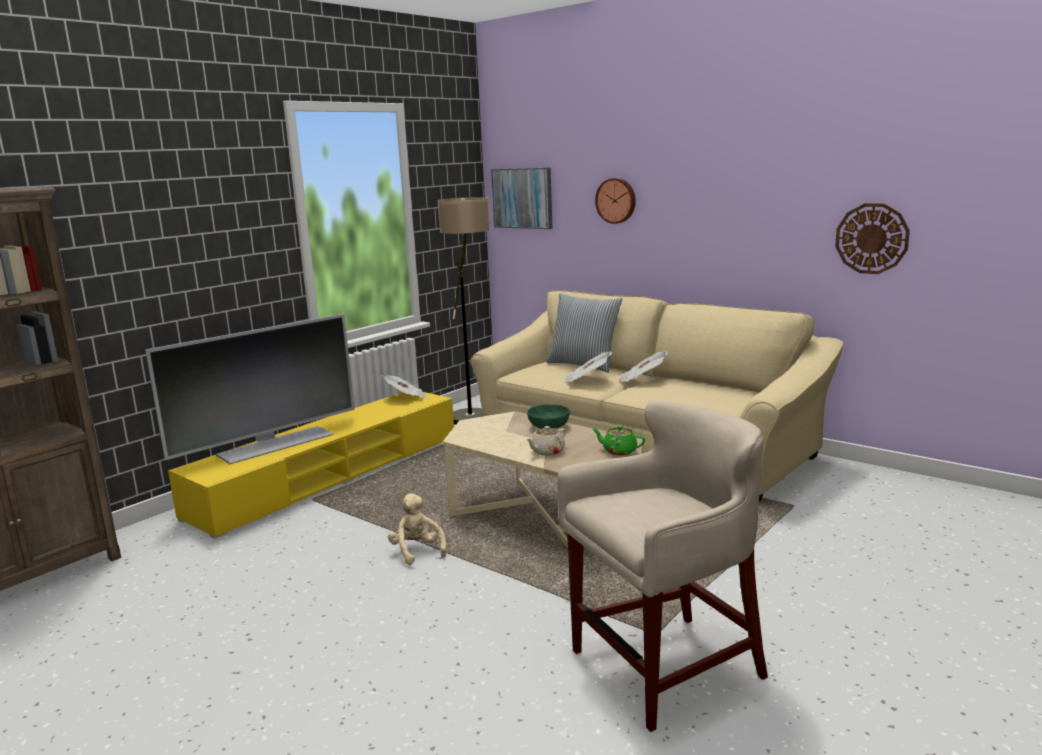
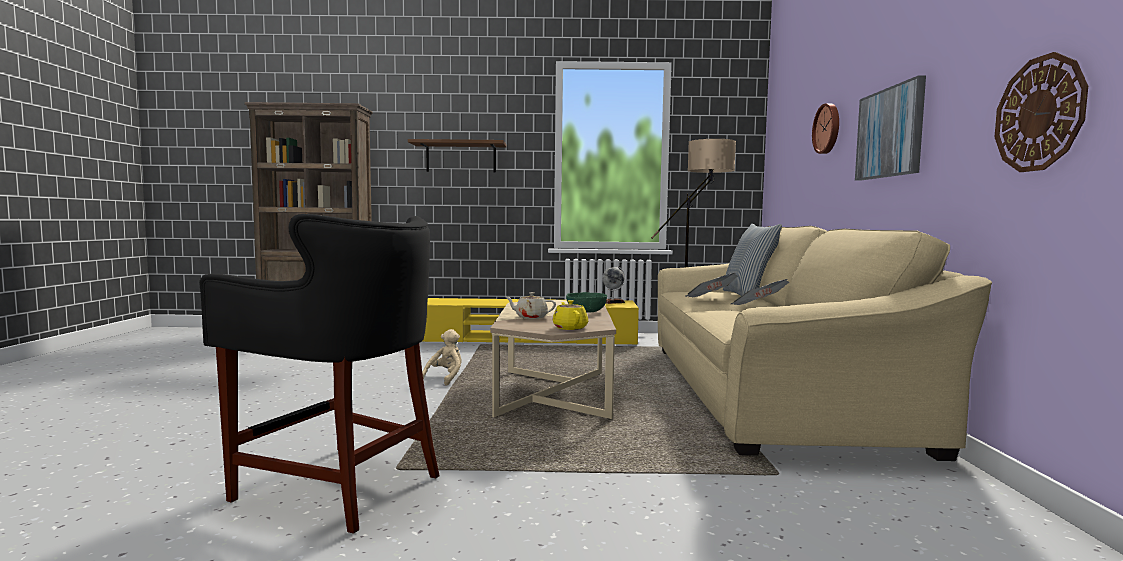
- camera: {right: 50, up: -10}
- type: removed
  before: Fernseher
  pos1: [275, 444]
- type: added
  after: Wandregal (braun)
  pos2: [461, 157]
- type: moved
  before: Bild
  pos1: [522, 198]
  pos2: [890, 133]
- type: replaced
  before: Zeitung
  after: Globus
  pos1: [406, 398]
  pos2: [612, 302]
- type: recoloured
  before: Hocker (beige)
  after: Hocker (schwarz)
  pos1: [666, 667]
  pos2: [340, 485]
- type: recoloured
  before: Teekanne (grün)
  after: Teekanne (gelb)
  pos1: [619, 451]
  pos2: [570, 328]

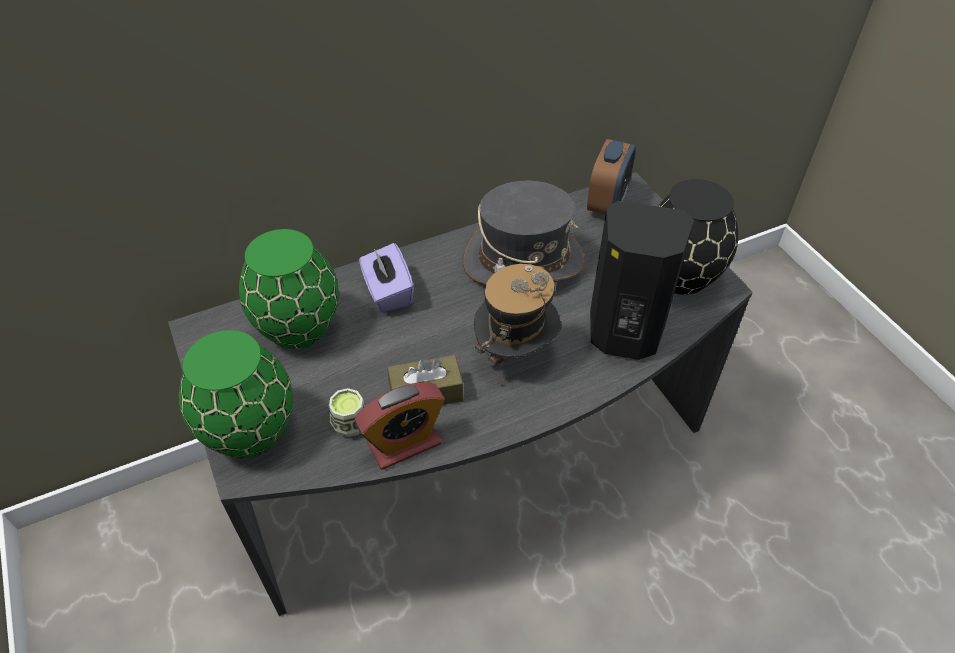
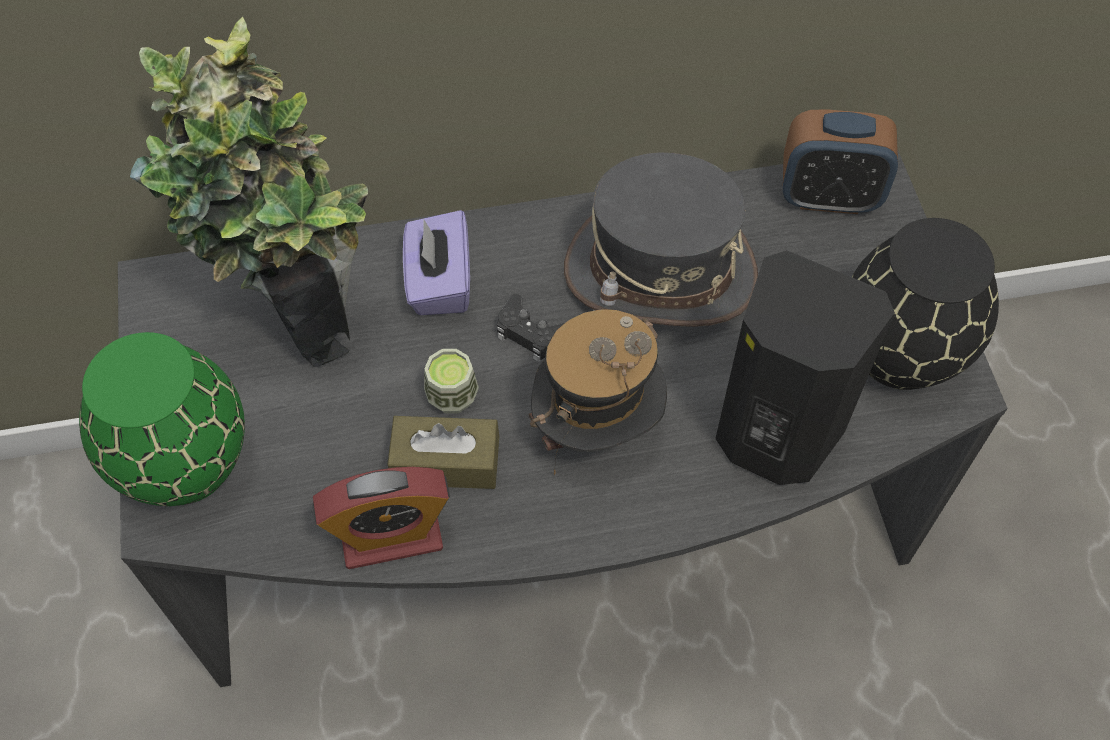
- camera: {right: 15, up: 10}
- type: added
  after: Gamepad (schwarz)
  pos2: [531, 333]
- type: moved
  before: Tasse
  pos1: [350, 424]
  pos2: [452, 396]
- type: replaced
  before: Vase (grün)
  after: Topfpflanze
  pos1: [299, 326]
  pos2: [297, 311]
- type: turned
  before: Wecker
  pos1: [607, 203]
  pos2: [828, 197]
  turn: 60

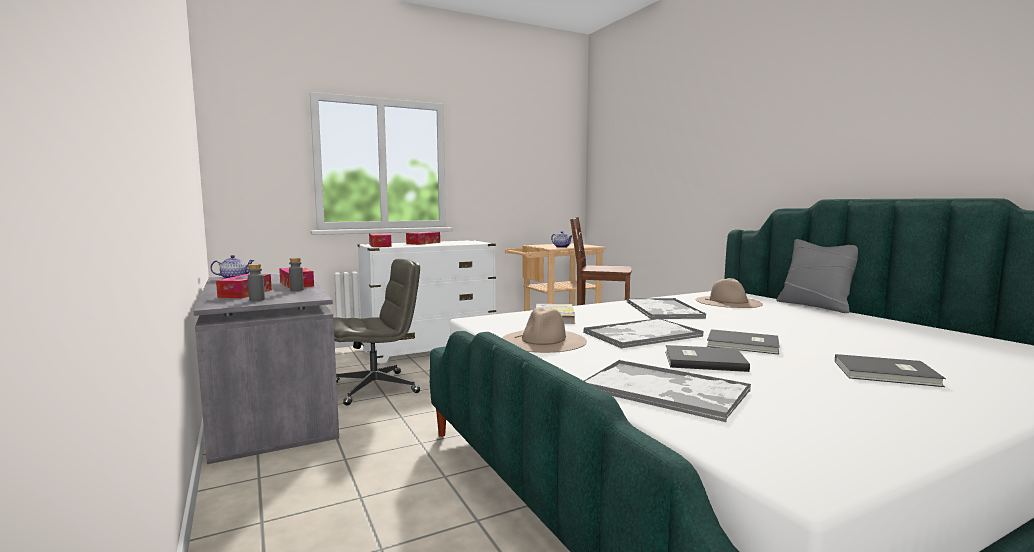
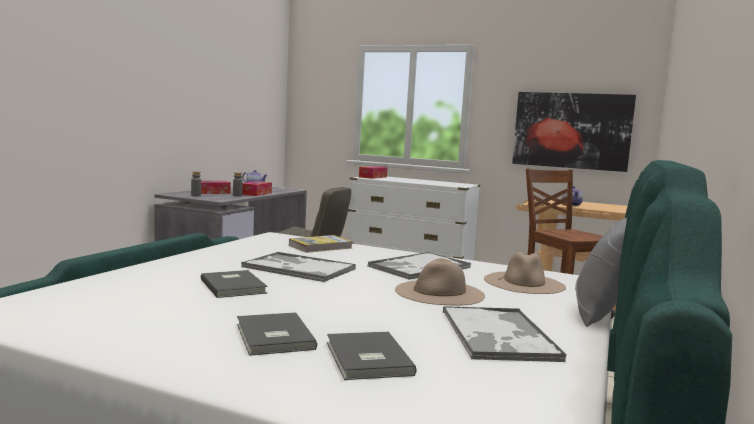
- camera: {right: 50, up: 0}
- type: removed
  before: Taschentuchbox
  pos1: [423, 243]
- type: added
  after: Bild
  pos2: [571, 130]
- type: moved
  before: Hut (beige)
  pos1: [544, 340]
  pos2: [439, 292]
- type: moved
  before: Tablett
  pos1: [666, 390]
  pos2: [498, 335]
- type: moved
  before: Buch (grau)
  pos1: [743, 345]
  pos2: [366, 359]

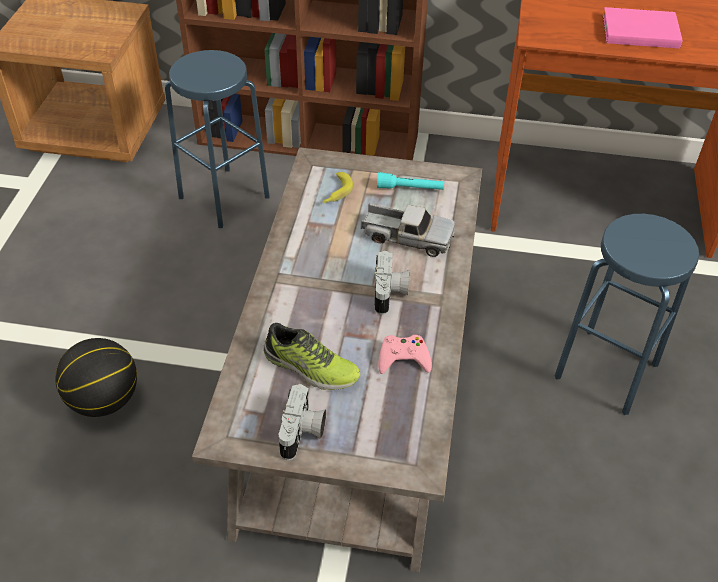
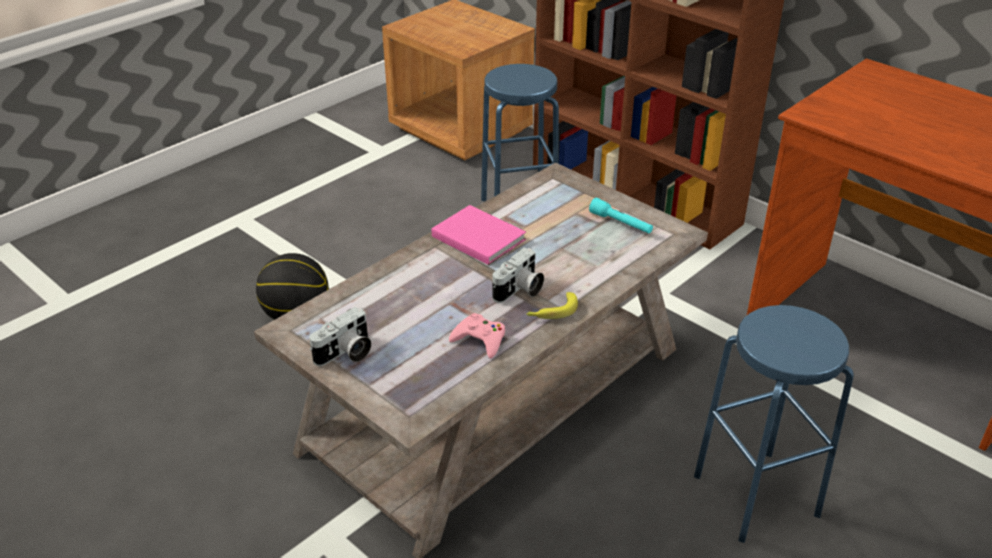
- camera: {right: 35, up: -10}
- type: removed
  before: Schuh
  pos1: [310, 367]
- type: removed
  before: Spielzeuglaster
  pos1: [407, 237]
- type: moved
  before: Banane
  pos1: [335, 193]
  pos2: [552, 312]
- type: moved
  before: Buch (rosa)
  pos1: [638, 30]
  pos2: [478, 236]

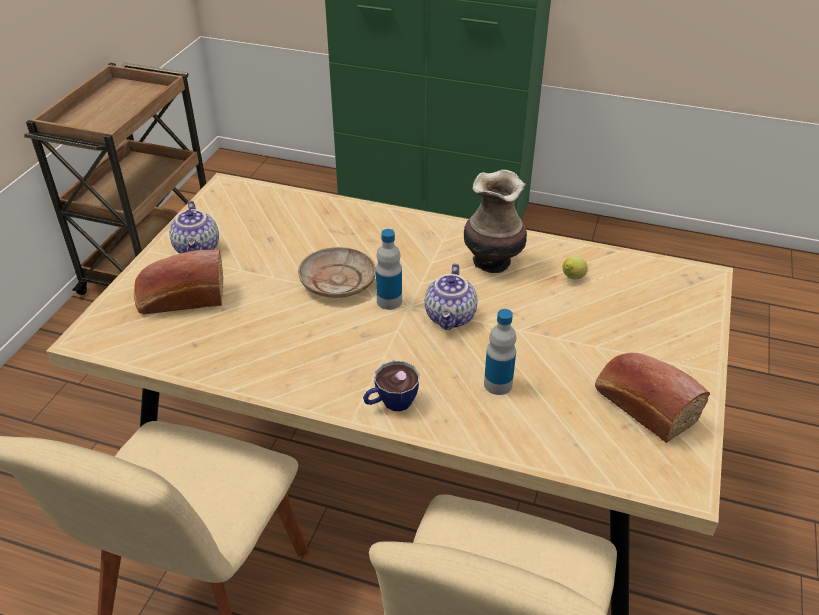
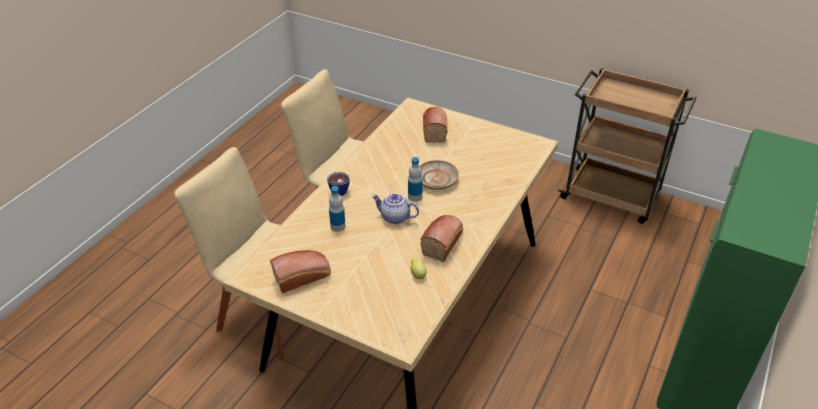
- camera: {right: 100, up: 0}
- type: removed
  before: Teekanne
  pos1: [198, 249]
- type: replaced
  before: Vase
  after: Brot
  pos1: [491, 261]
  pos2: [443, 242]

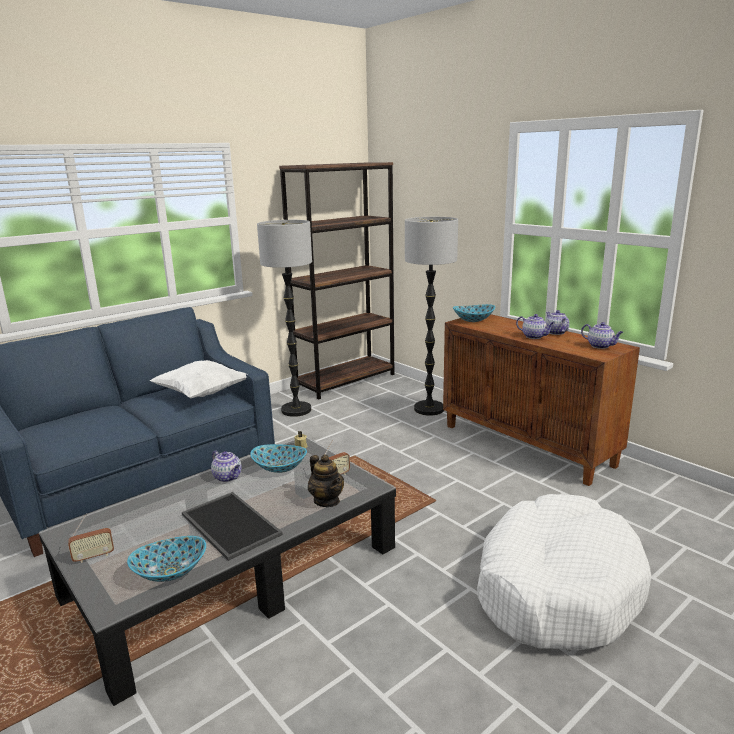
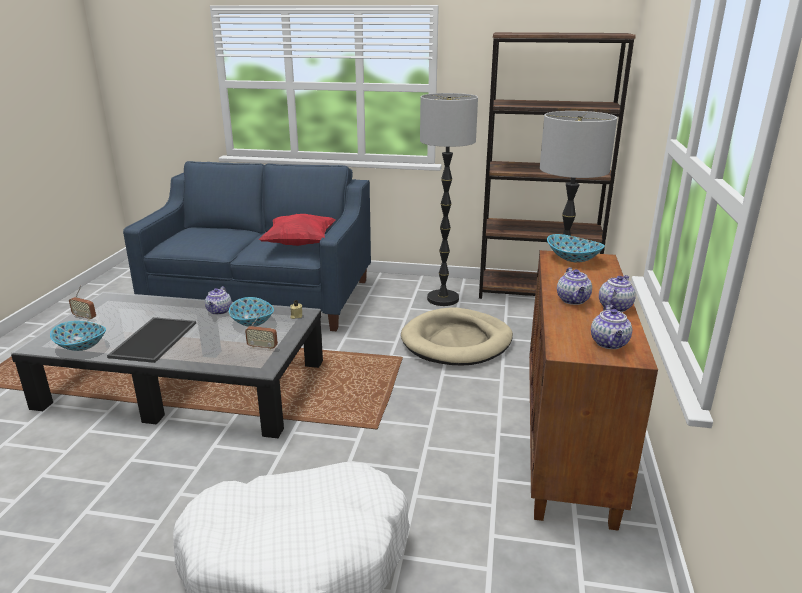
- camera: {right: 50, up: 5}
- type: removed
  before: Teekanne
  pos1: [327, 501]
- type: added
  after: Hundebett (beige)
  pos2: [457, 341]
- type: recoloured
  before: Kissen (weiß)
  after: Kissen (rot)
  pos1: [202, 394]
  pos2: [299, 244]

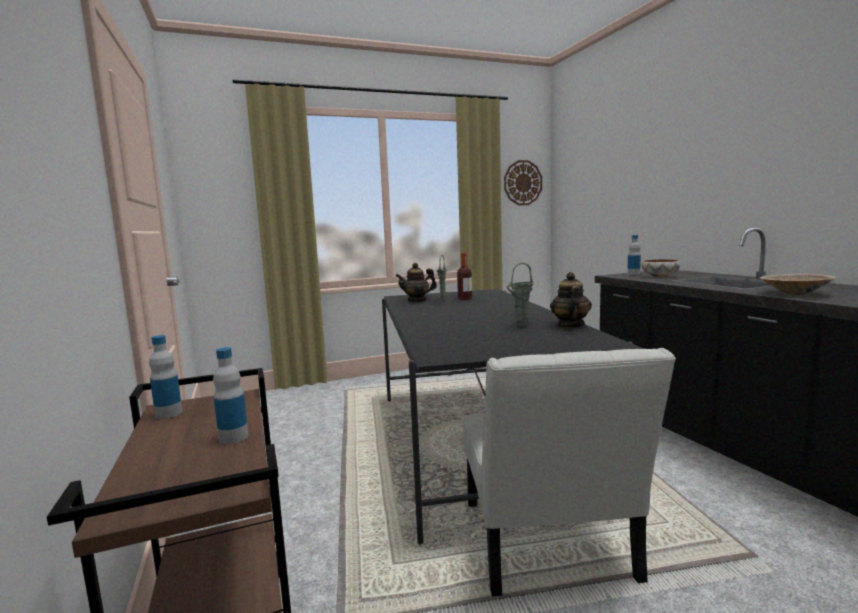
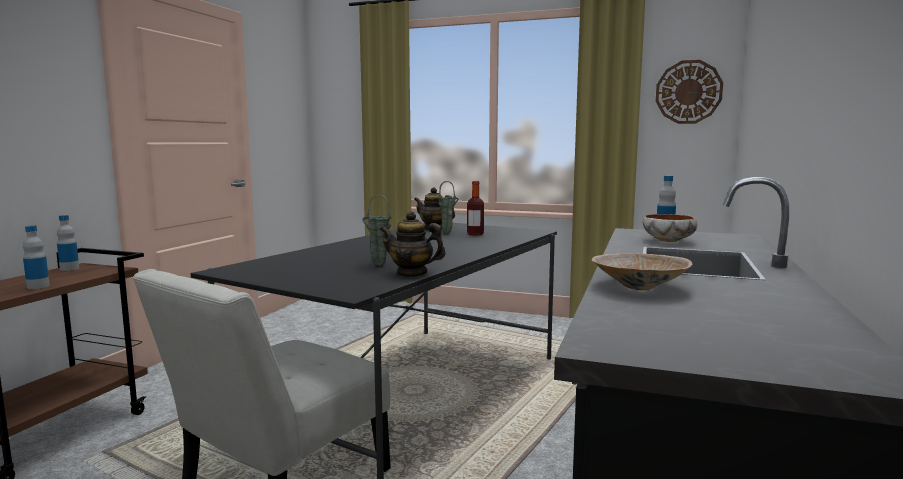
- camera: {right: 40, up: 0}
- type: turned
  before: Teekanne
  pos1: [570, 325]
  pos2: [412, 274]
  turn: -120

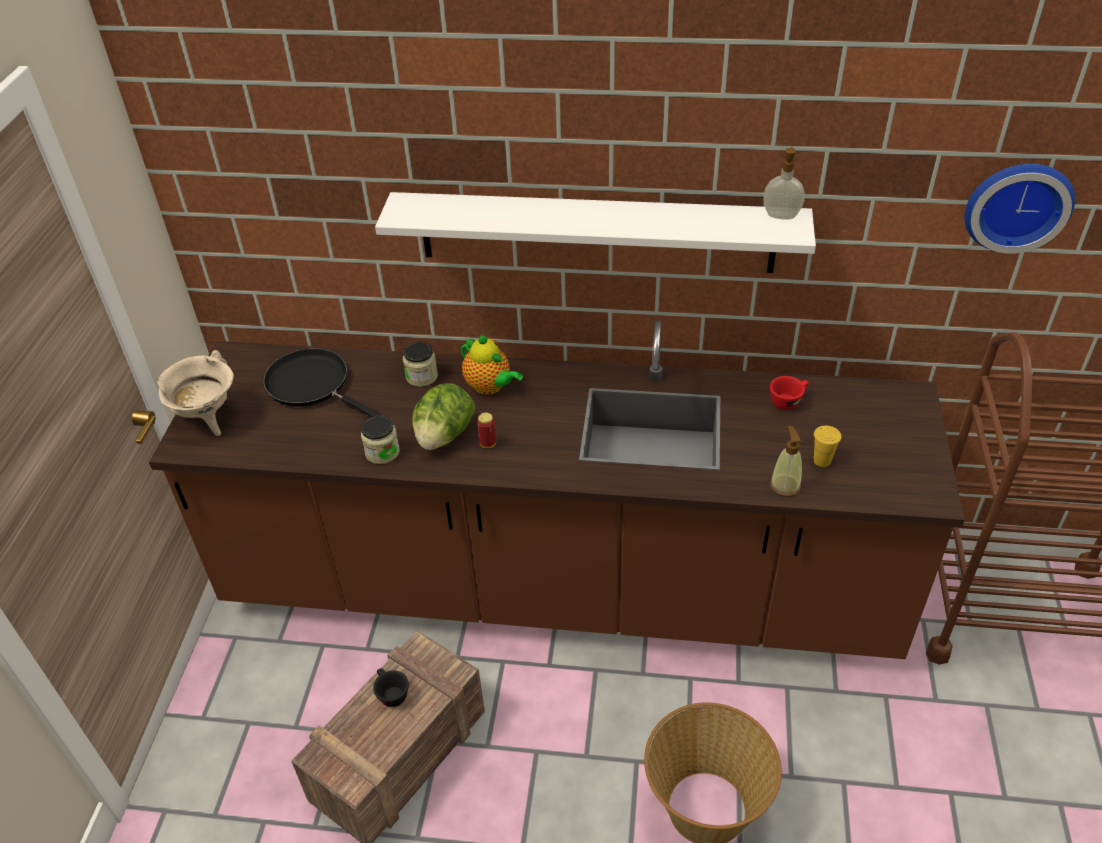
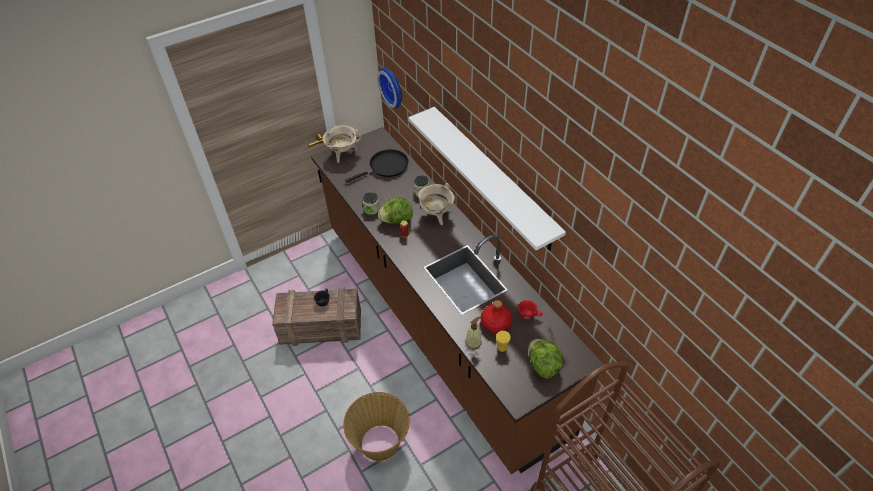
- camera: {right: 50, up: 5}
- type: removed
  before: Seifenspender
  pos1: [781, 215]
- type: added
  after: Flasche (rot)
  pos2: [496, 323]
- type: added
  after: Salatkopf
  pos2: [543, 365]
- type: moved
  before: Wanduhr
  pos1: [1017, 204]
  pos2: [393, 87]
- type: replaced
  before: Teekanne
  after: Kochtopf (beige)
  pos1: [490, 387]
  pos2: [436, 215]
- type: turned
  before: Pfanne (schwarz)
  pos1: [312, 385]
  pos2: [386, 167]
  turn: 60

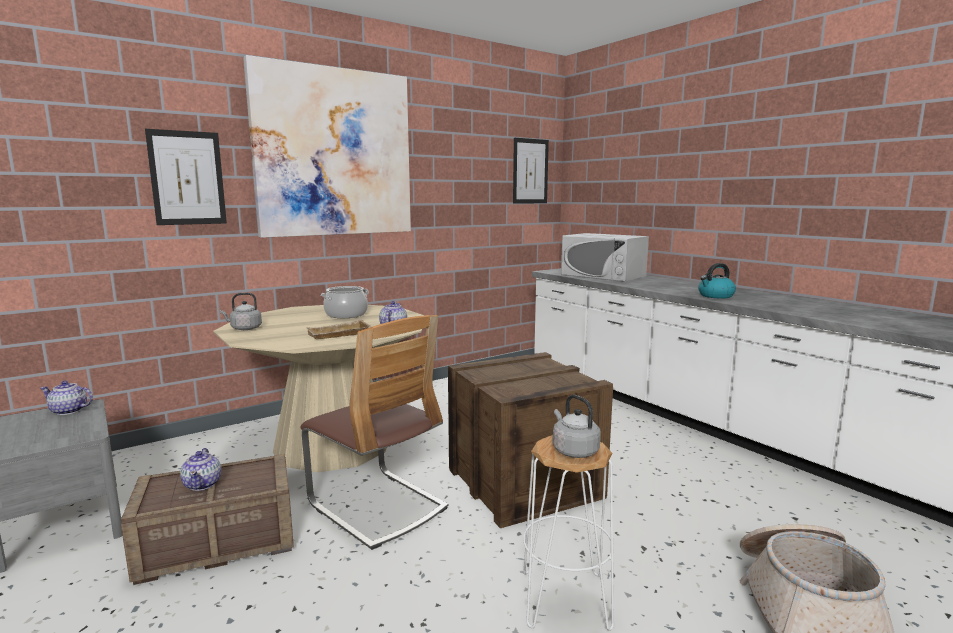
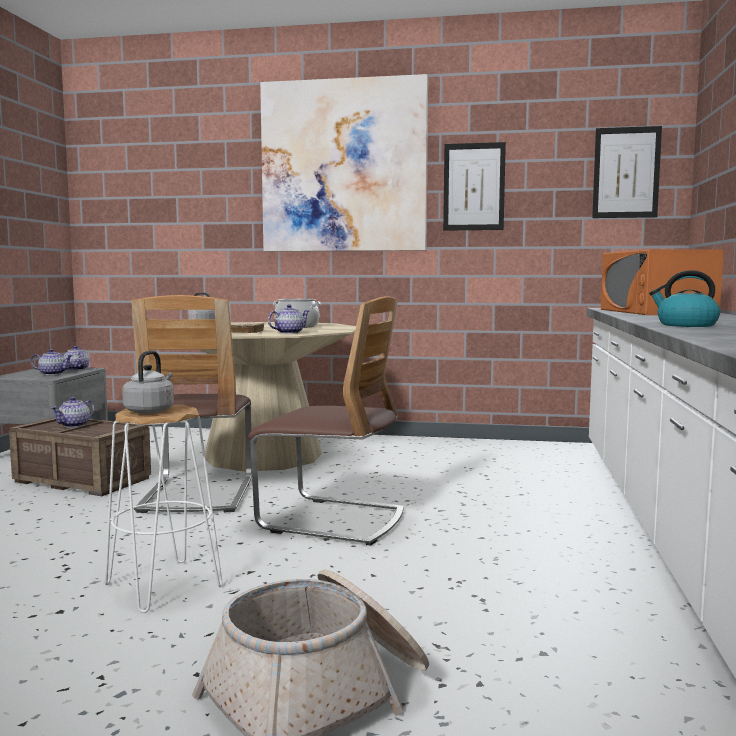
- camera: {right: 45, up: -5}
- type: added
  after: Teekanne
  pos2: [52, 374]
- type: moved
  before: Bild
  pos1: [187, 178]
  pos2: [474, 187]
- type: replaced
  before: Kiste
  after: Stuhl
  pos1: [524, 483]
  pos2: [332, 520]
- type: recoloured
  before: Mikrowelle (weiß)
  after: Mikrowelle (orange)
  pos1: [603, 275]
  pos2: [655, 312]

